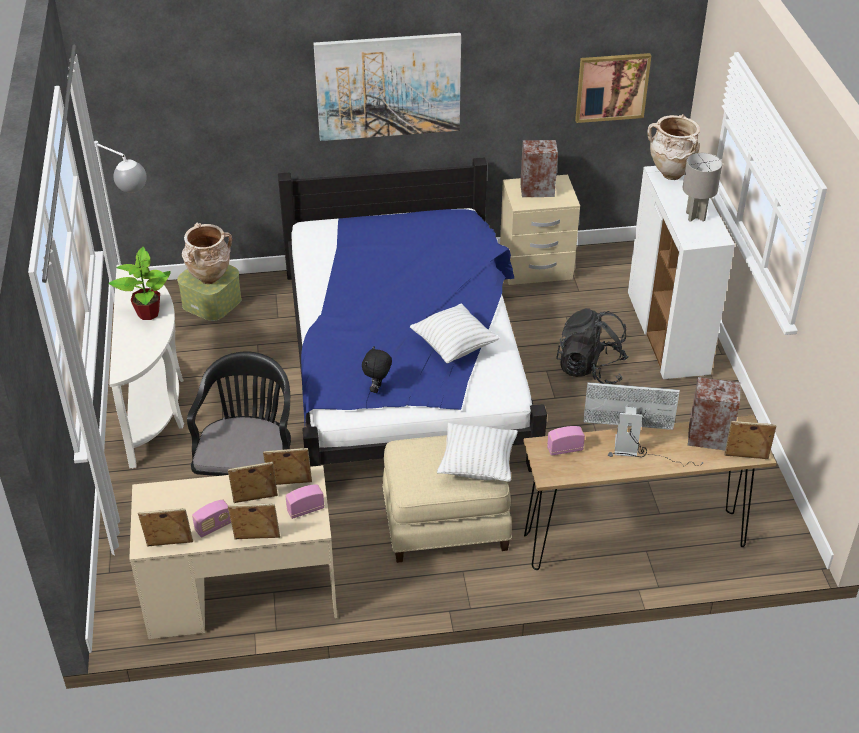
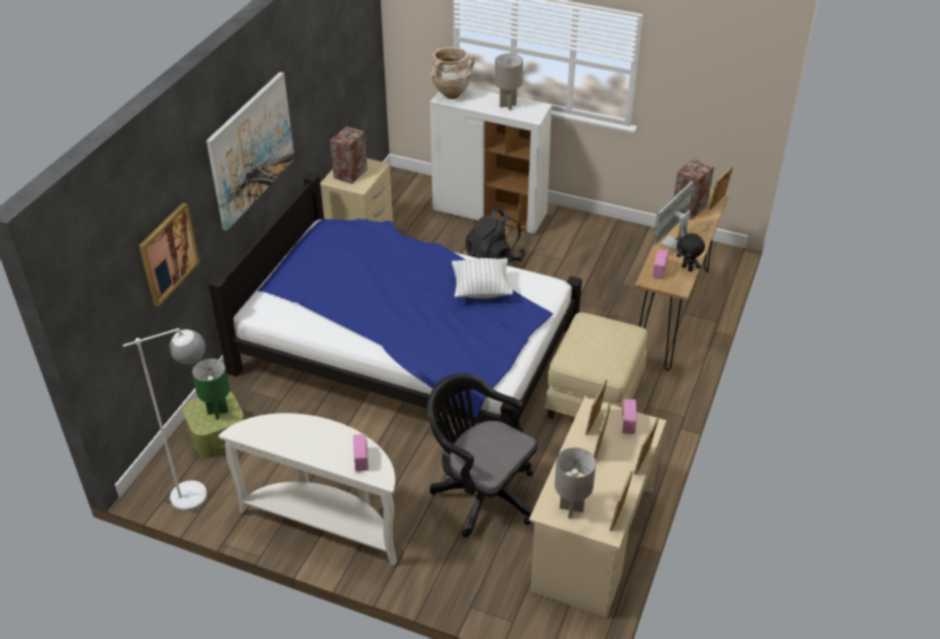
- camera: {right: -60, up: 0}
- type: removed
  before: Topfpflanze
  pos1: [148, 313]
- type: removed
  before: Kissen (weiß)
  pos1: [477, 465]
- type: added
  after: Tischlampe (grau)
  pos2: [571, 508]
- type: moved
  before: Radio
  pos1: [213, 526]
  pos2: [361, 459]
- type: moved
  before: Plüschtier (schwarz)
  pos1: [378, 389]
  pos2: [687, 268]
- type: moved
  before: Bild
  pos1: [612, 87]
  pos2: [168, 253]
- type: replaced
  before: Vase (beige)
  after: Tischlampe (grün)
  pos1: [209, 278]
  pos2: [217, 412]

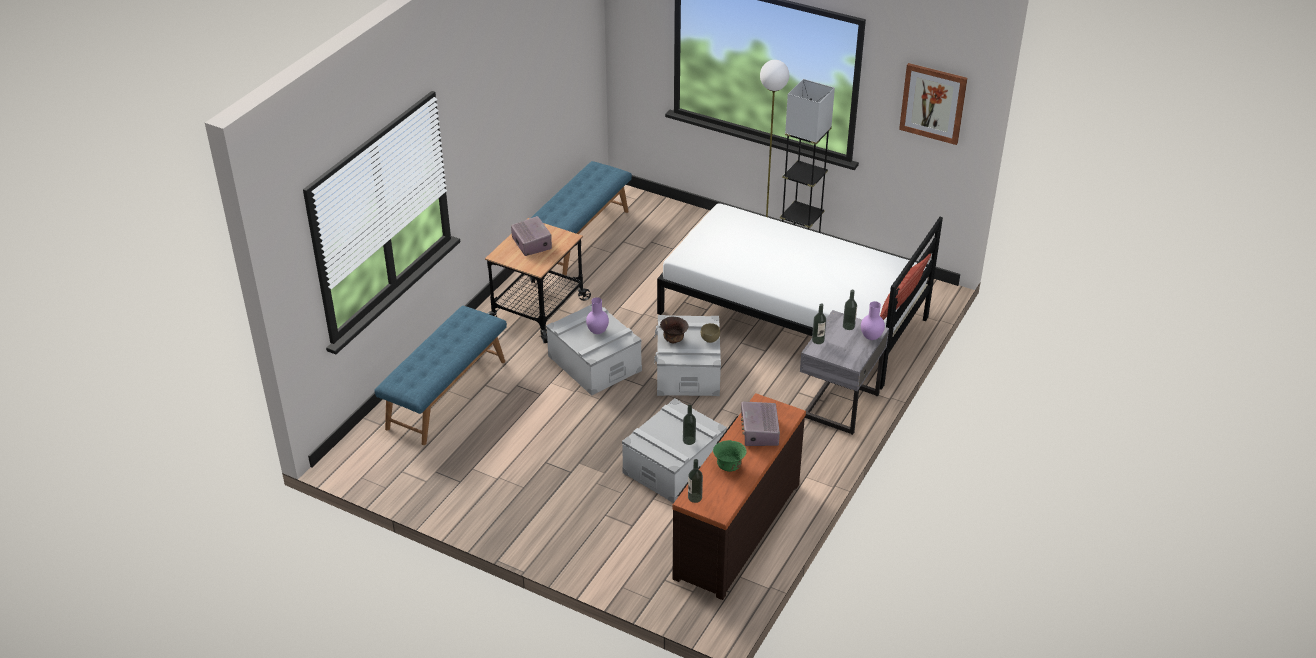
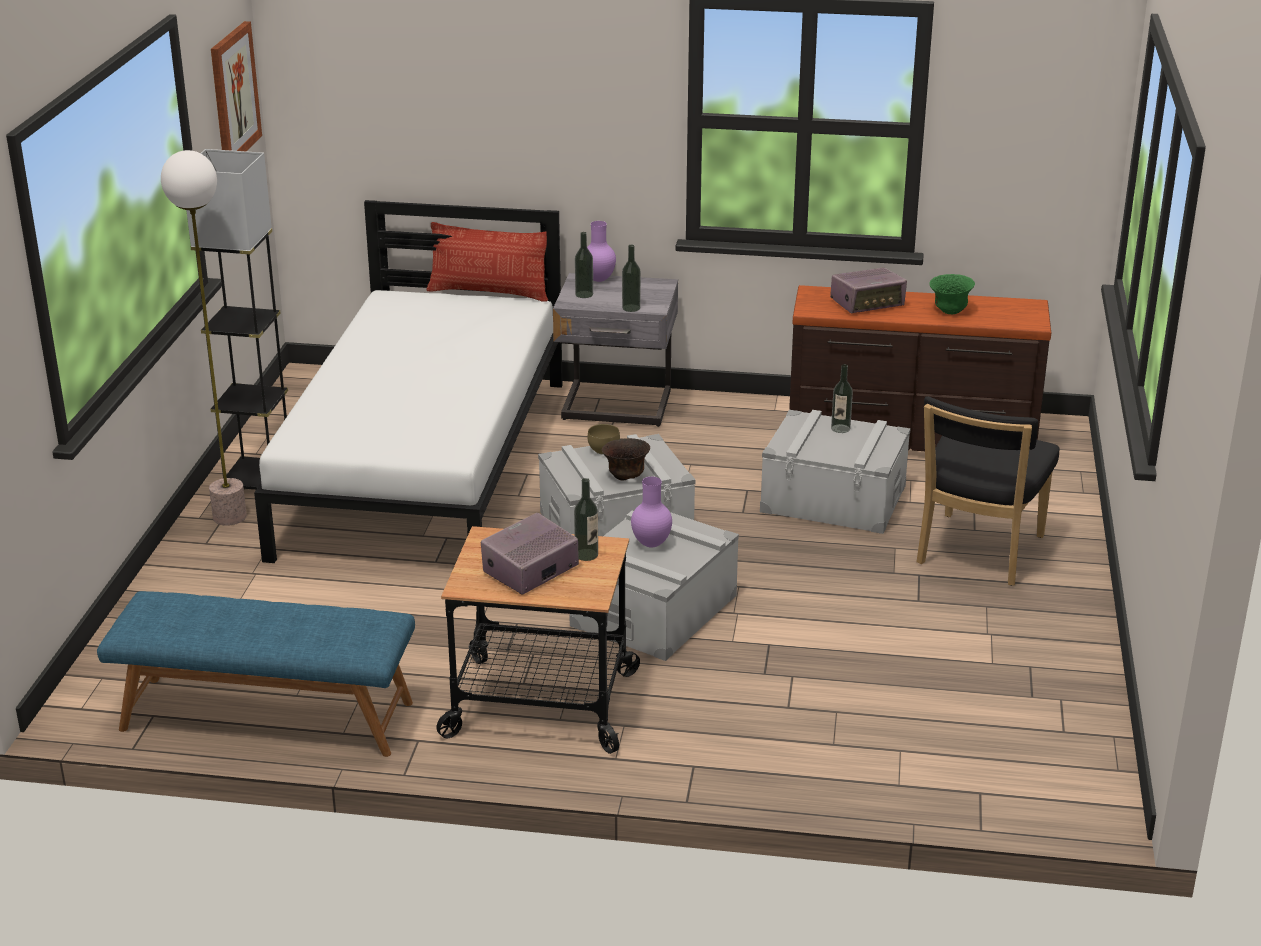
- camera: {right: -110, up: -10}
- type: removed
  before: Bank (blau)
  pos1: [446, 394]
- type: added
  after: Stuhl (schwarz)
  pos2: [977, 553]
- type: moved
  before: Flasche
  pos1: [695, 497]
  pos2: [586, 555]

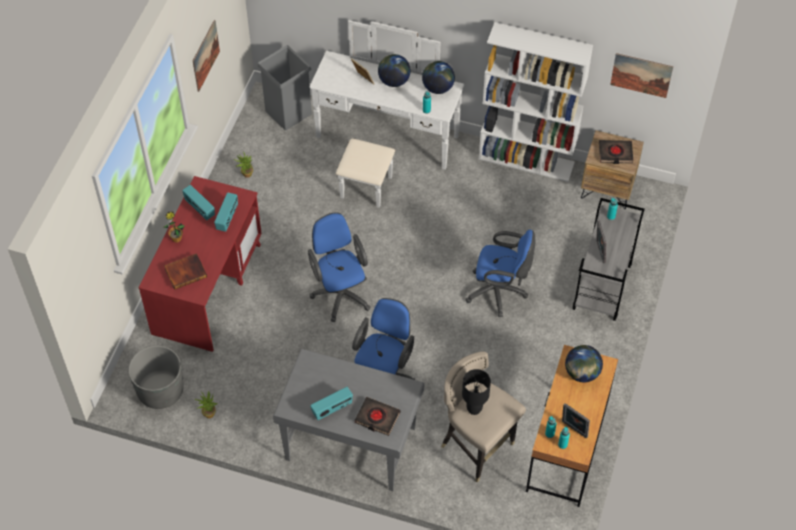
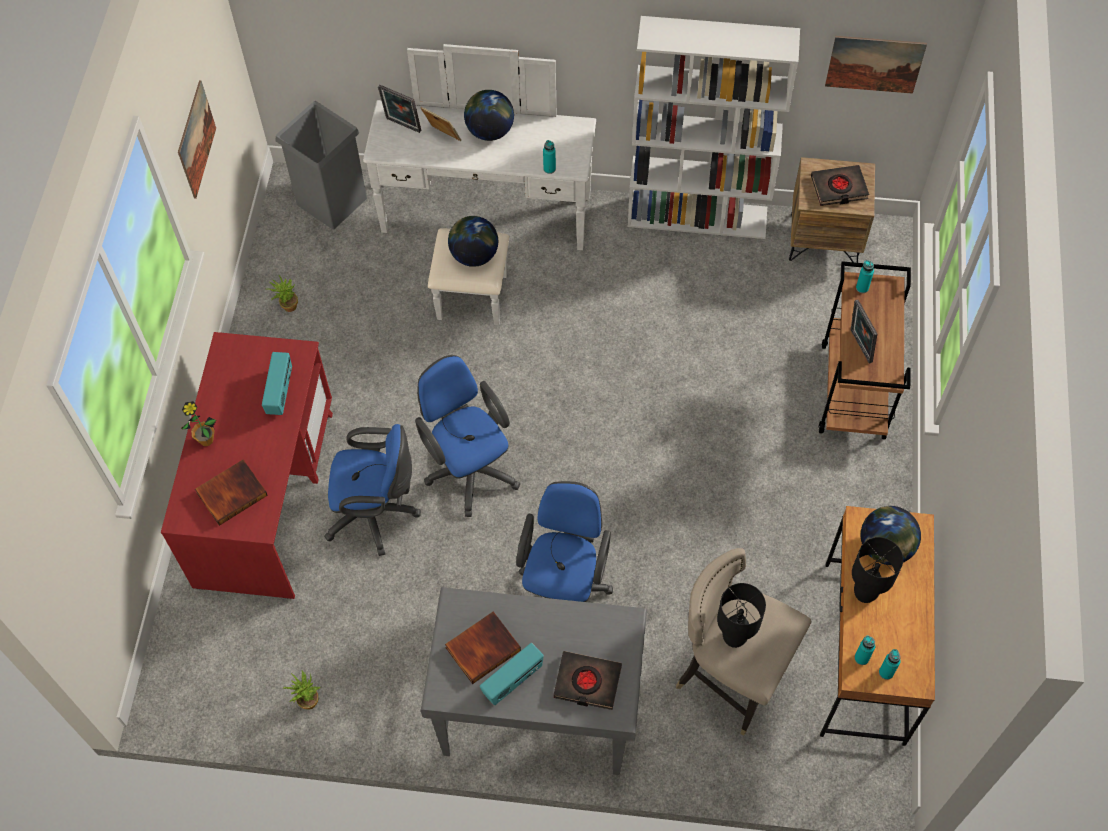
- camera: {right: -10, up: 5}
- type: removed
  before: Pflanzkübel (grau)
  pos1: [160, 391]
- type: removed
  before: Radio
  pos1: [199, 209]
- type: added
  after: Buch
  pos2: [482, 647]
- type: added
  after: Tischlampe (schwarz)
  pos2: [865, 593]
- type: moved
  before: Globus
  pos1: [438, 88]
  pos2: [474, 255]
- type: moved
  before: Bürostuhl (blau)
  pos1: [499, 292]
  pos2: [376, 514]
- type: moved
  before: Bilderrahmen
  pos1: [573, 430]
  pos2: [402, 126]
- type: recoloured
  before: Rollwagen (grau)
  after: Rollwagen (braun)
  pos1: [602, 288]
  pos2: [854, 392]

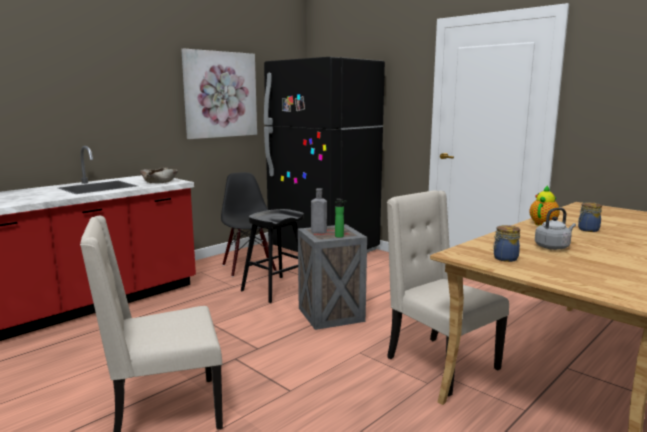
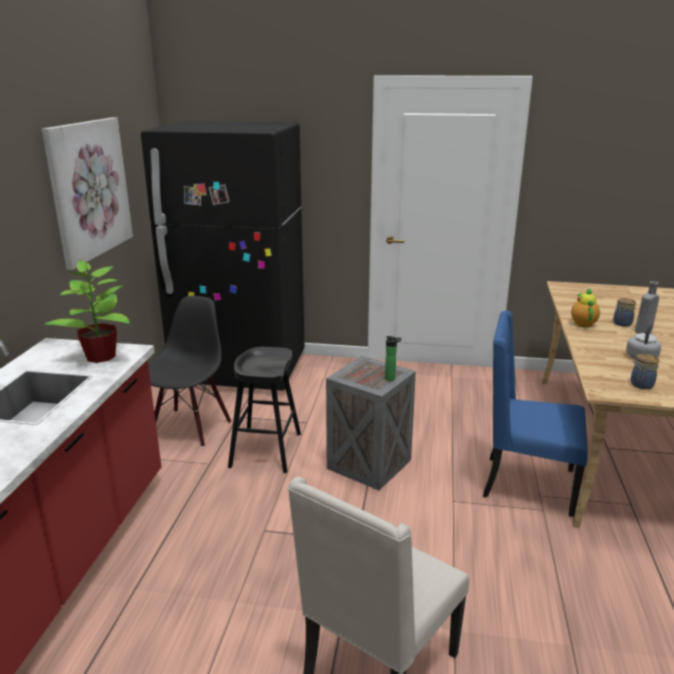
- camera: {right: -35, up: 10}
- type: moved
  before: Flasche (grau)
  pos1: [317, 232]
  pos2: [642, 331]
- type: replaced
  before: Schüssel (beige)
  after: Topfpflanze
  pos1: [158, 181]
  pos2: [100, 357]
- type: recoloured
  before: Stuhl (beige)
  after: Stuhl (blau)
  pos1: [439, 363]
  pos2: [526, 484]
- type: turned
  before: Stuhl (schwarz)
  pos1: [250, 268]
  pos2: [190, 428]
  turn: 75

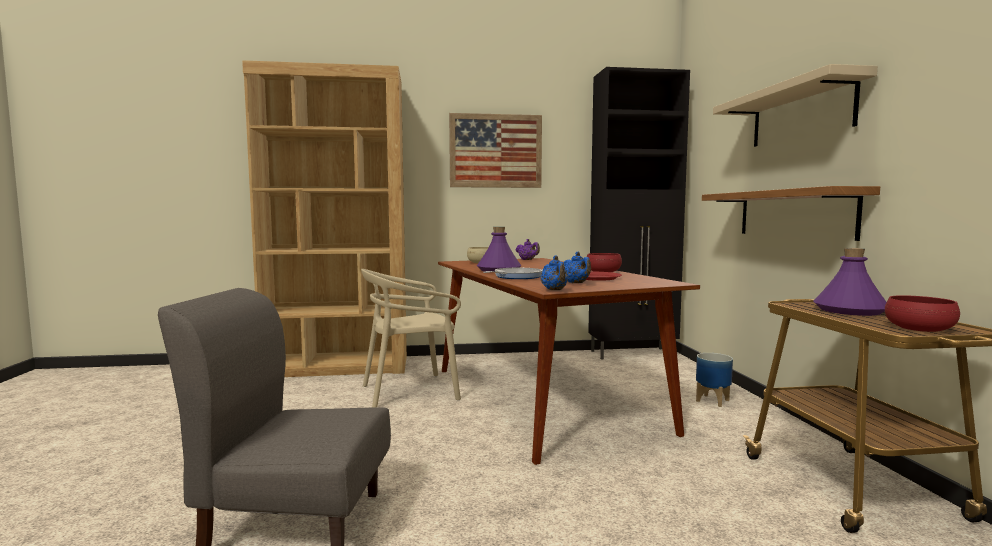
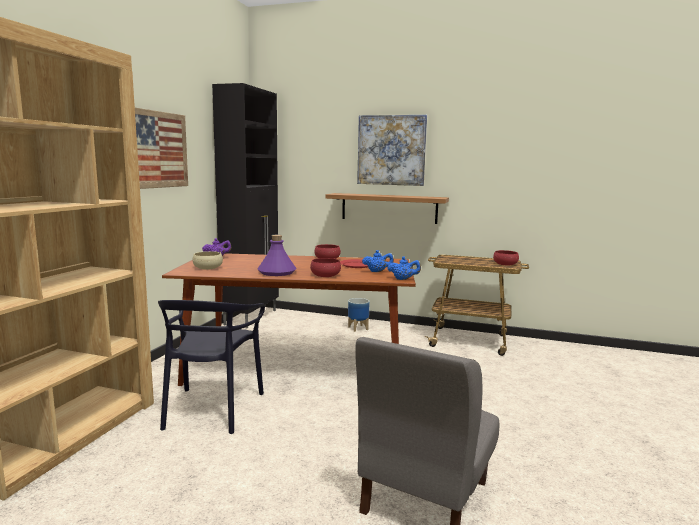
- camera: {right: -65, up: 5}
- type: removed
  before: Flasche (lila)
  pos1: [850, 311]
- type: replaced
  before: Pfanne
  after: Schüssel (rot)
  pos1: [515, 277]
  pos2: [325, 275]
- type: replaced
  before: Wandregal (beige)
  after: Bild
  pos1: [800, 114]
  pos2: [391, 150]
- type: recoloured
  before: Stuhl (beige)
  after: Stuhl (schwarz)
  pos1: [411, 391]
  pos2: [212, 409]

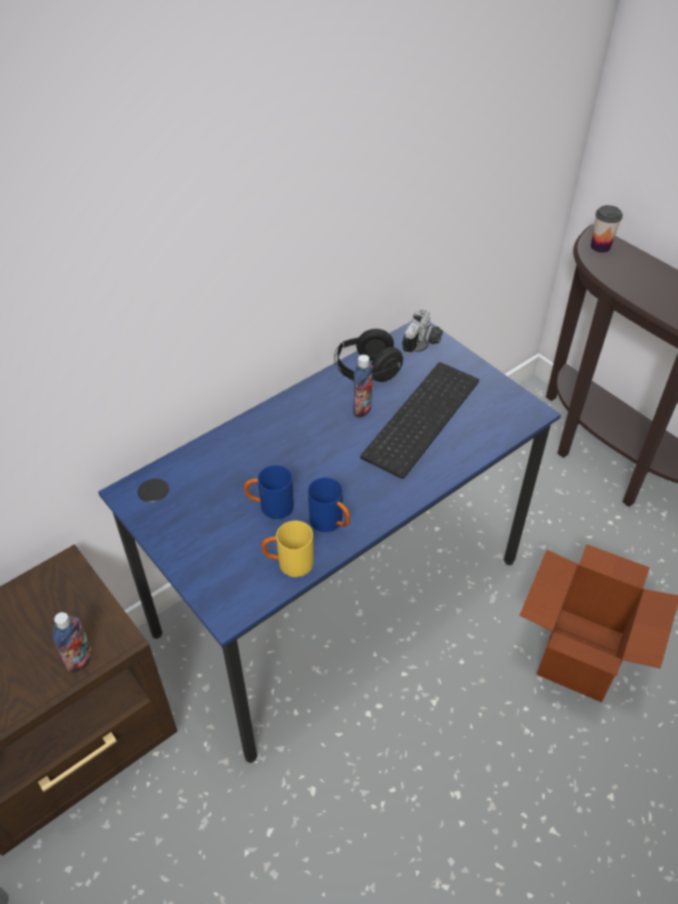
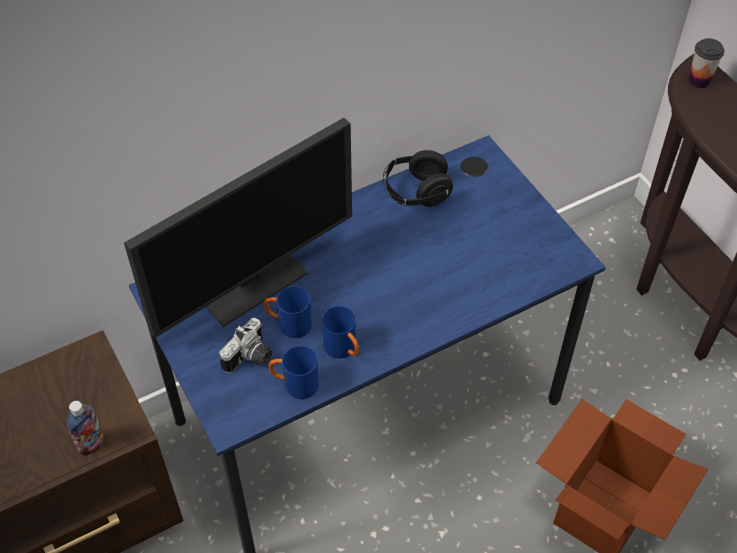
- camera: {right: 10, up: 5}
- type: removed
  before: Flasche
  pos1: [362, 409]
- type: removed
  before: Tastatur
  pos1: [420, 416]
- type: added
  after: Monitor
  pos2: [248, 279]
- type: moved
  before: Kamera
  pos1: [423, 342]
  pos2: [251, 358]
- type: recoloured
  before: Henkelbecher (gelb)
  after: Henkelbecher (blau)
  pos1: [288, 564]
  pos2: [294, 384]

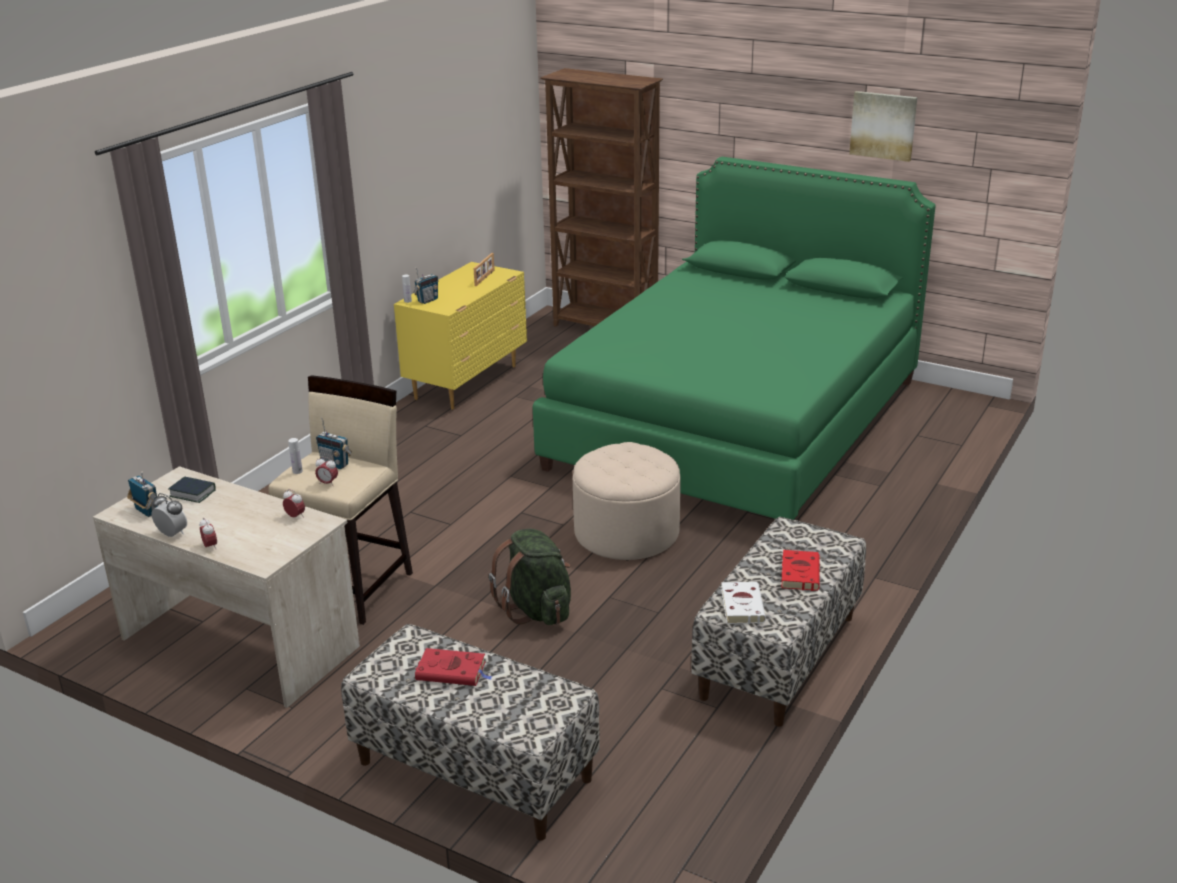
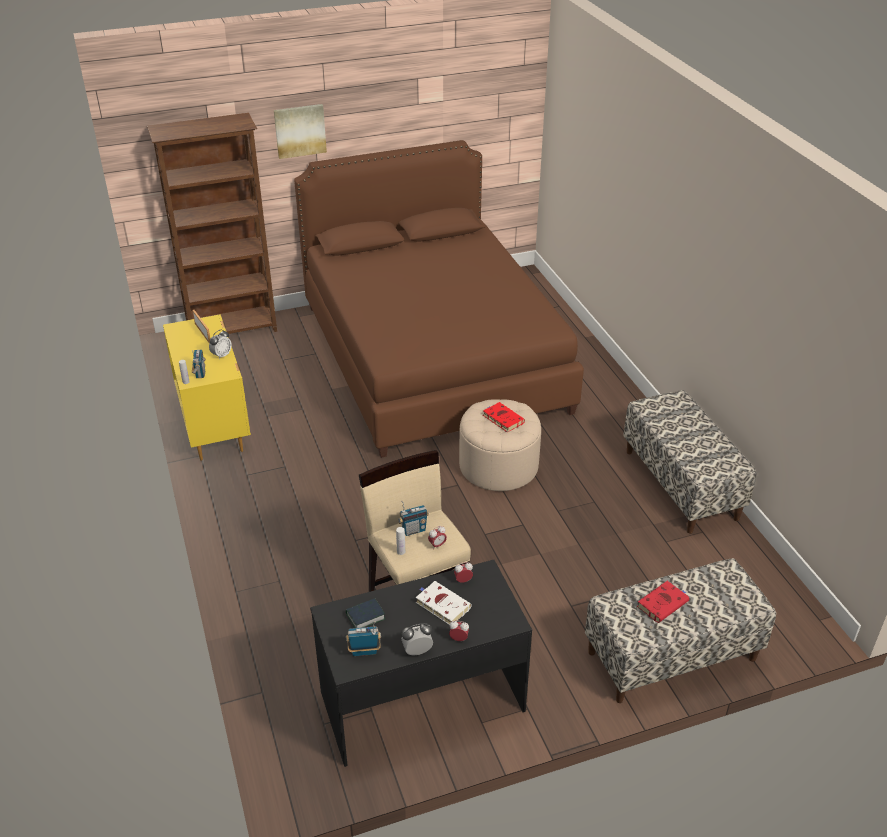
- camera: {right: -50, up: 10}
- type: removed
  before: Rucksack (grün)
  pos1: [537, 610]
- type: added
  after: Wecker
  pos2: [221, 355]
- type: moved
  before: Buch (weiß)
  pos1: [742, 605]
  pos2: [441, 605]
- type: moved
  before: Buch (rot)
  pos1: [799, 573]
  pos2: [502, 418]
- type: moved
  before: Bild
  pos1: [883, 125]
  pos2: [300, 130]
- type: recoloured
  before: Schreibtisch (beige)
  after: Schreibtisch (schwarz)
  pos1: [241, 641]
  pos2: [421, 700]
- type: recoloured
  before: Bett (grün)
  after: Bett (braun)
  pos1: [737, 423]
  pos2: [432, 357]

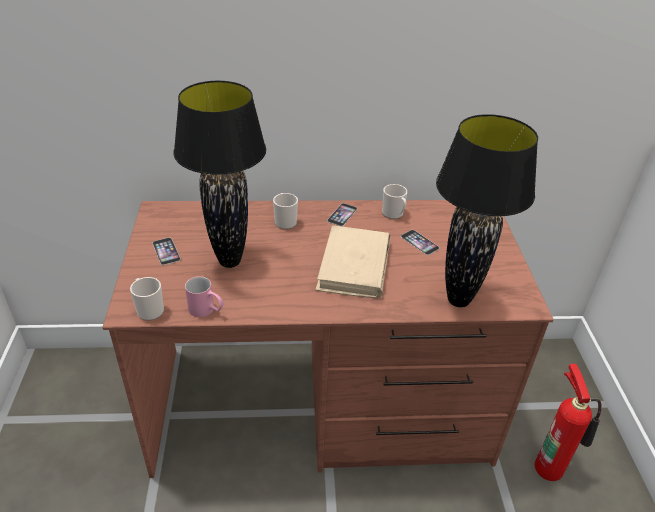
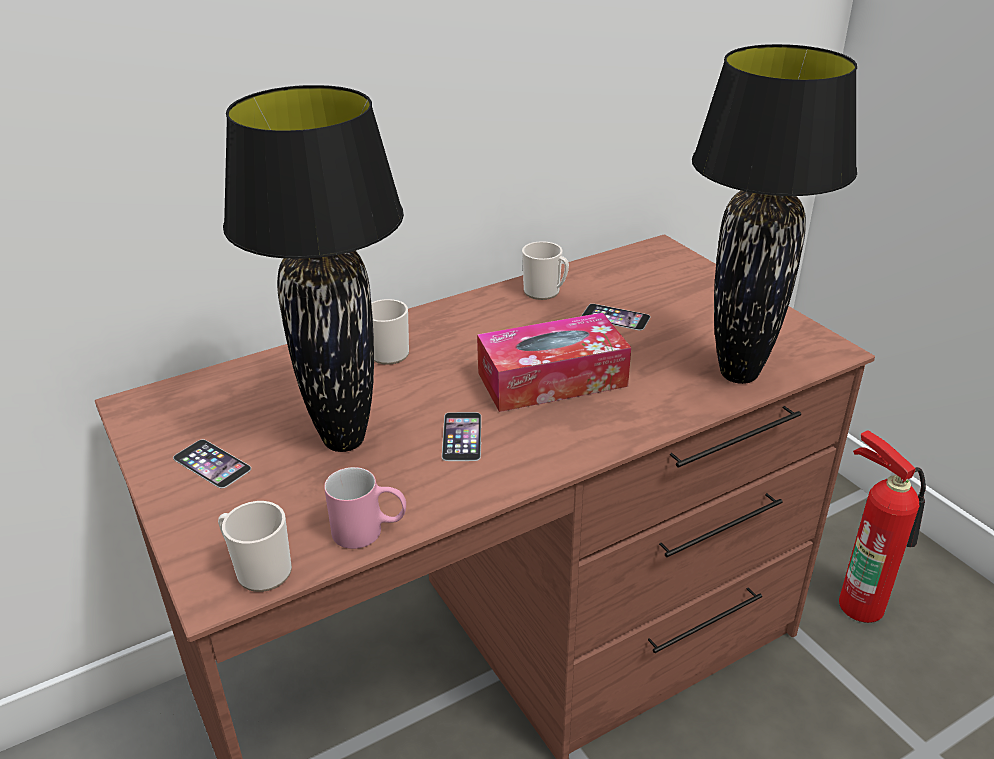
- camera: {right: -25, up: -5}
- type: moved
  before: Handy
  pos1: [342, 214]
  pos2: [462, 436]
- type: replaced
  before: Buch (beige)
  after: Taschentuchbox
  pos1: [354, 266]
  pos2: [552, 379]

